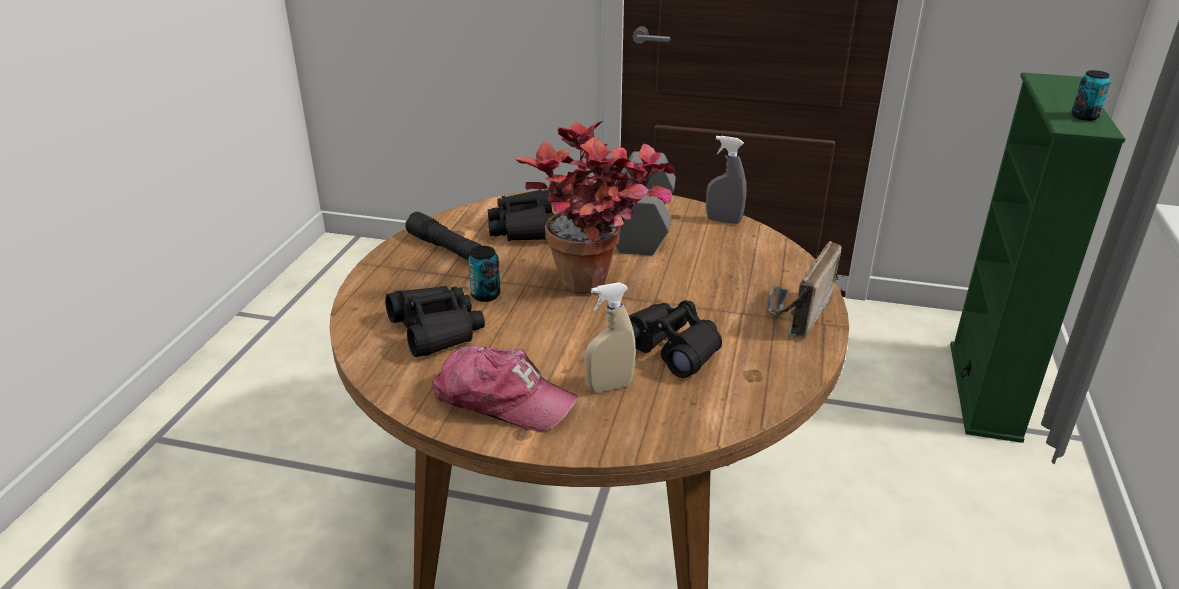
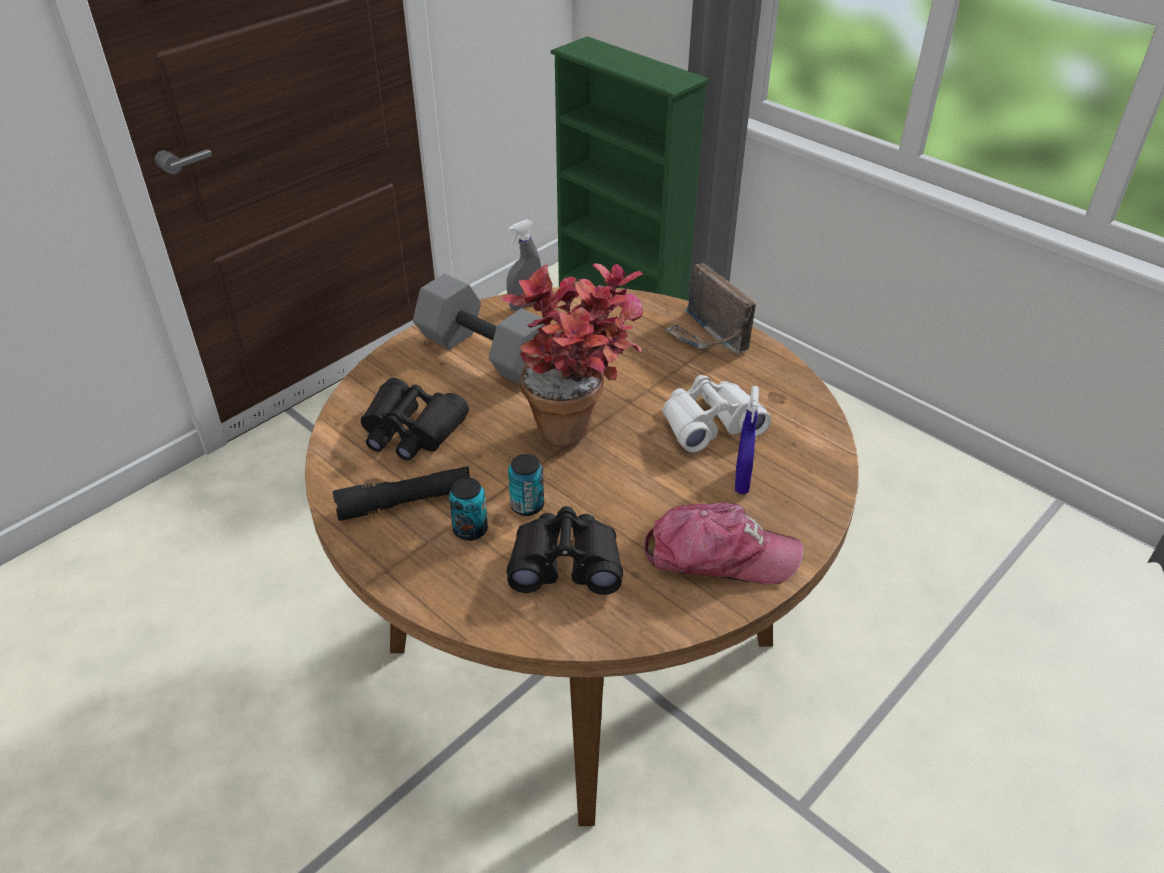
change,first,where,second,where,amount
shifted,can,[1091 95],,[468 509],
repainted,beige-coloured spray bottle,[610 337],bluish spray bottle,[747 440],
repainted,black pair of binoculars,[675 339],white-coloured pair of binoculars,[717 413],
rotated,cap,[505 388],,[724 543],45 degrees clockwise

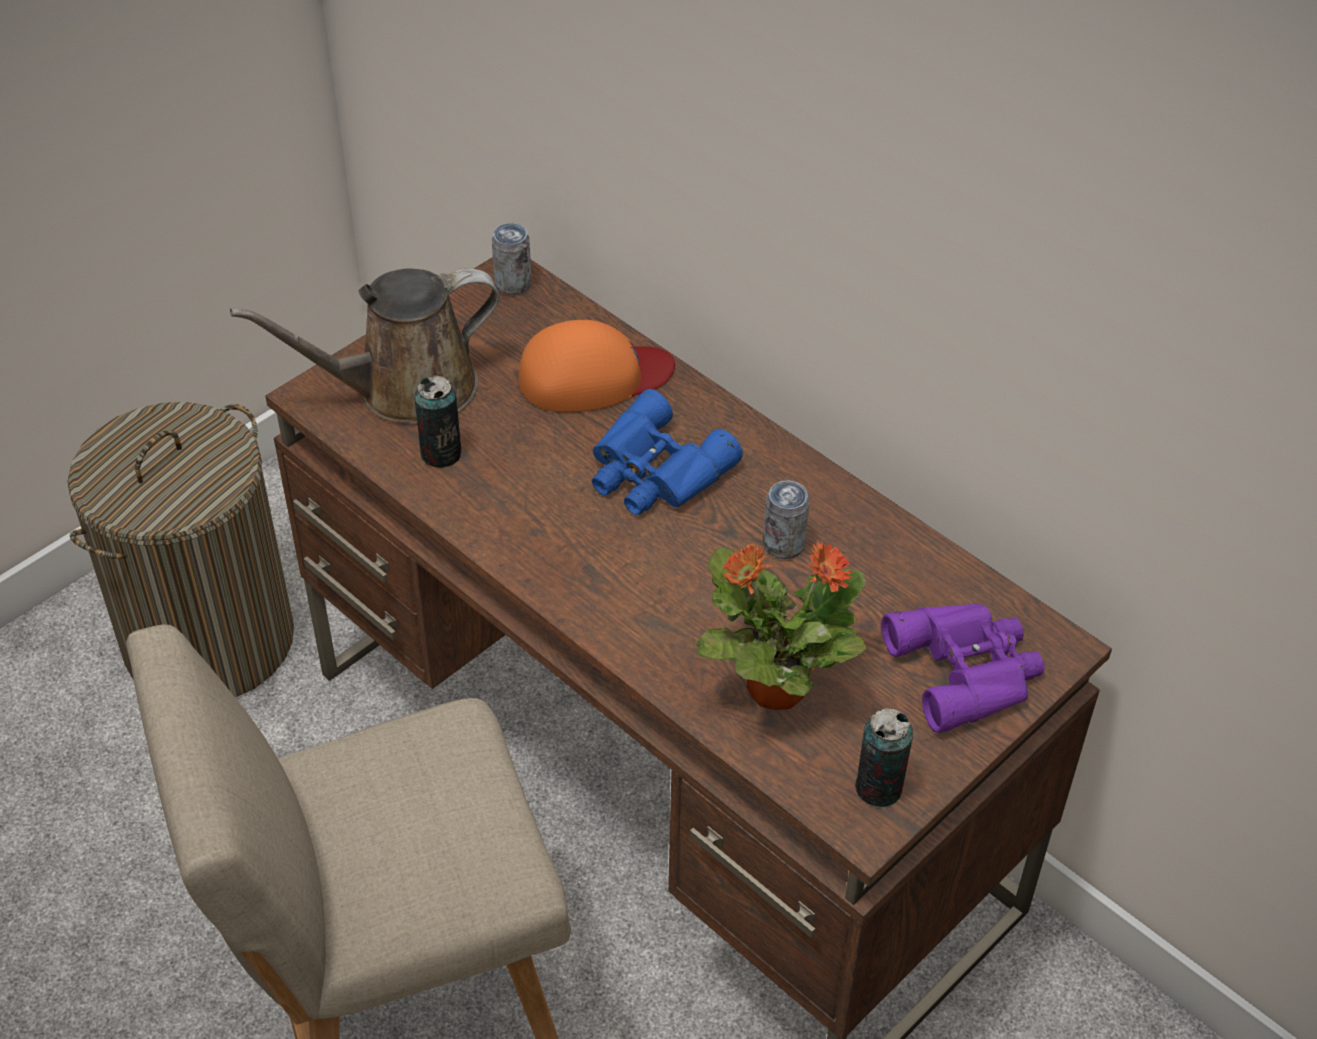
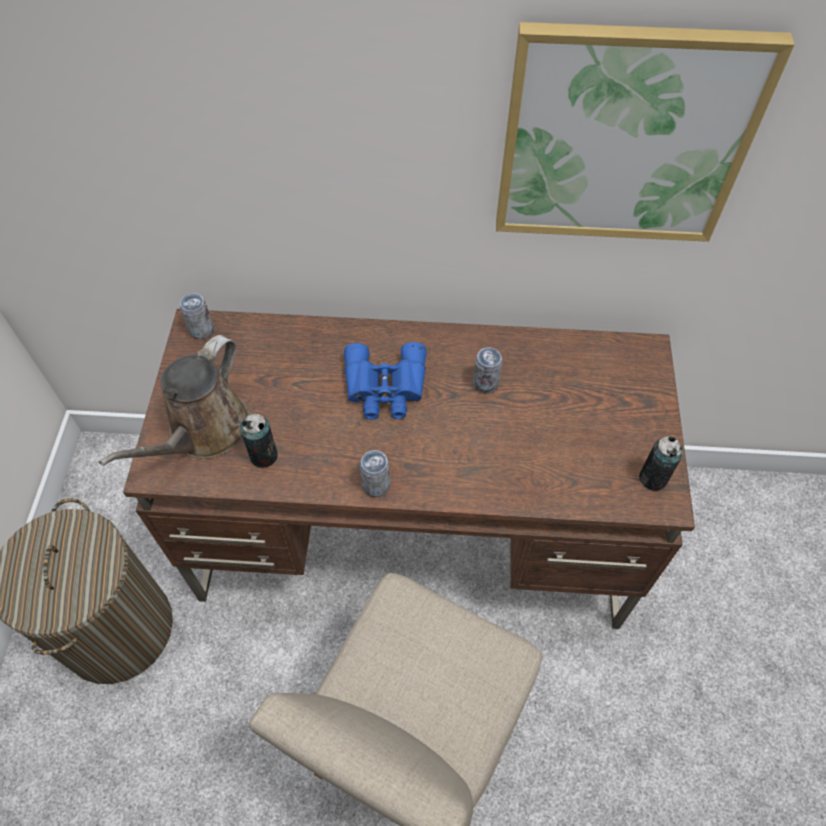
change,first,where,second,where,amount
gone,orangey cap,[596 366],,,
gone,plant in a pot,[781 625],,,
gone,purple pair of binoculars,[963 668],,,
new,,,can,[375 473],
new,,,wall art,[645 132],

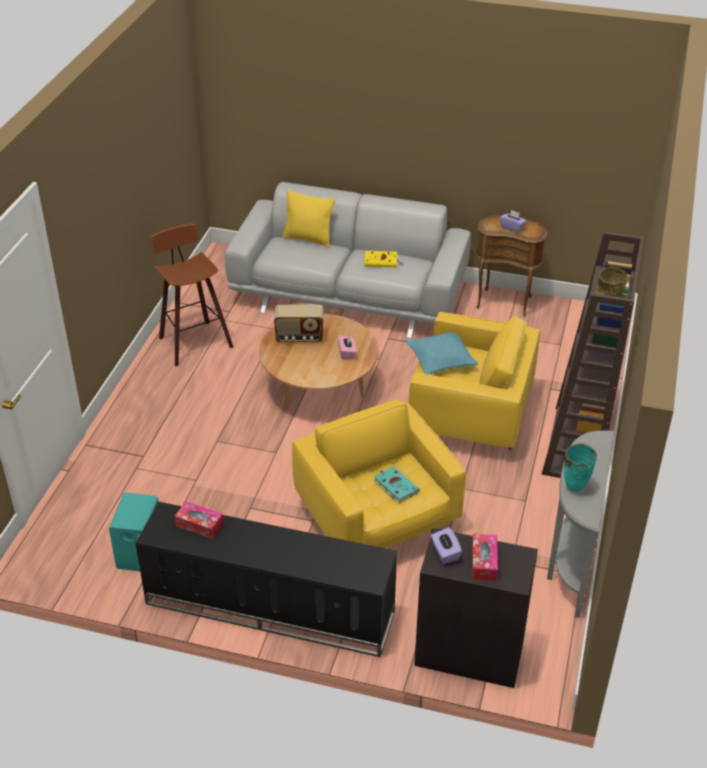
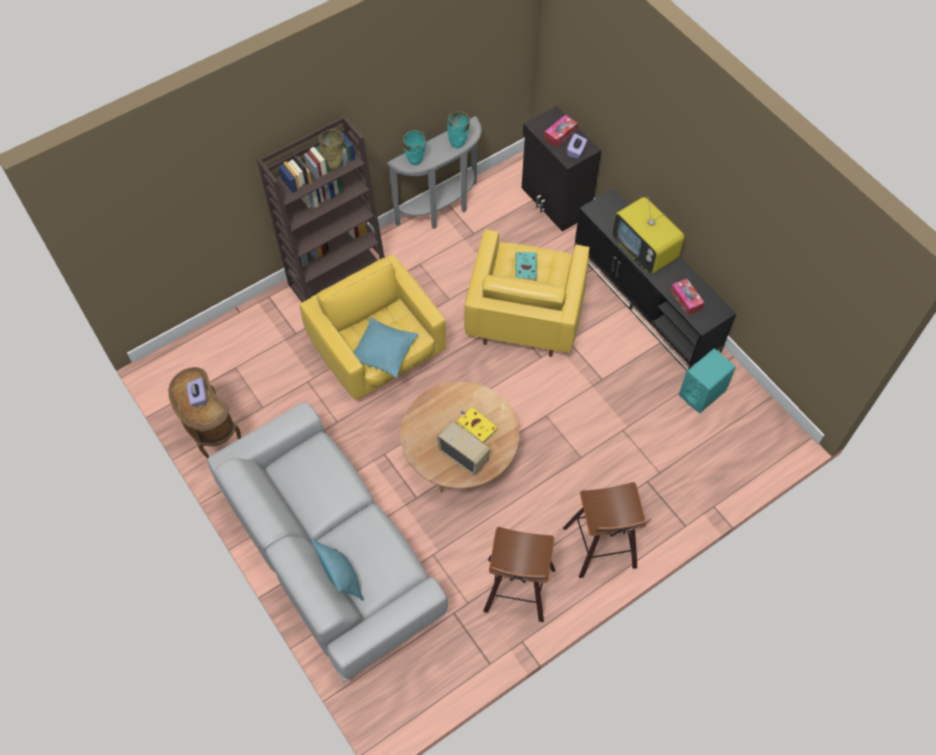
change,first,where,second,where,amount
gone,pinkish tissue box,[347 348],,,
new,,,turquoise decorative vase,[414 147],
new,,,stool,[607 530],
new,,,TV set,[648 235],
shifted,yellow-coloured volume,[383 259],,[477 425],
repainted,yellow-coloured pillow,[308 218],turquoise pillow,[337 569],

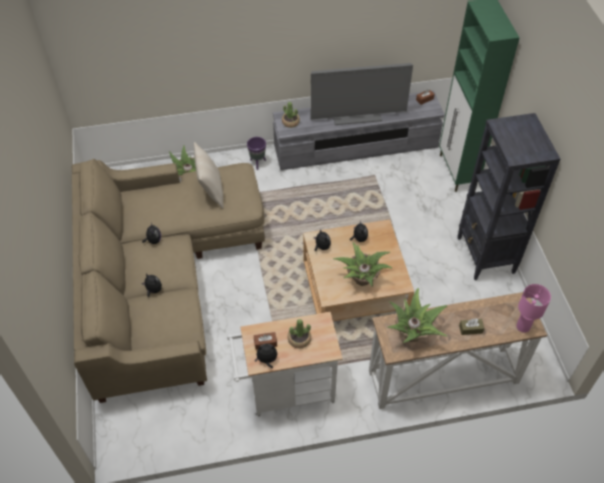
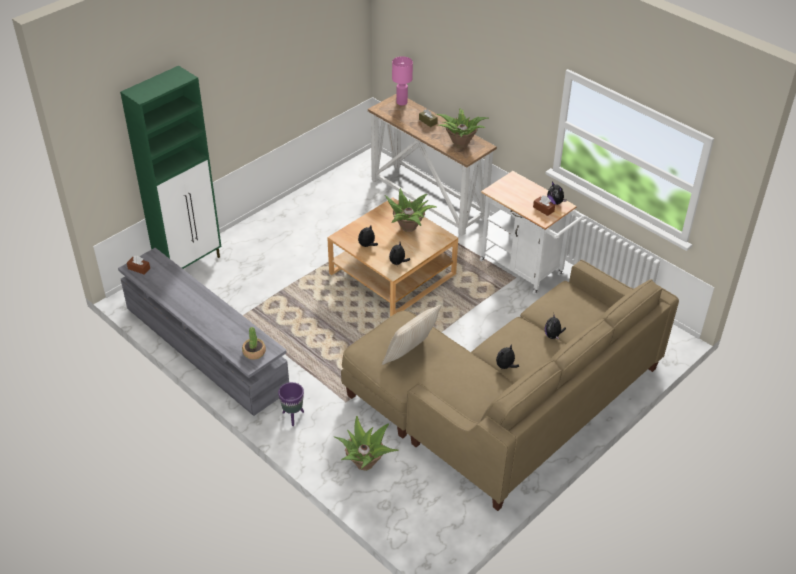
change,first,where,second,where,amount
gone,plant in a pot,[299 333],,,
gone,TV set,[362 94],,,
gone,black shelving unit,[508 196],,,

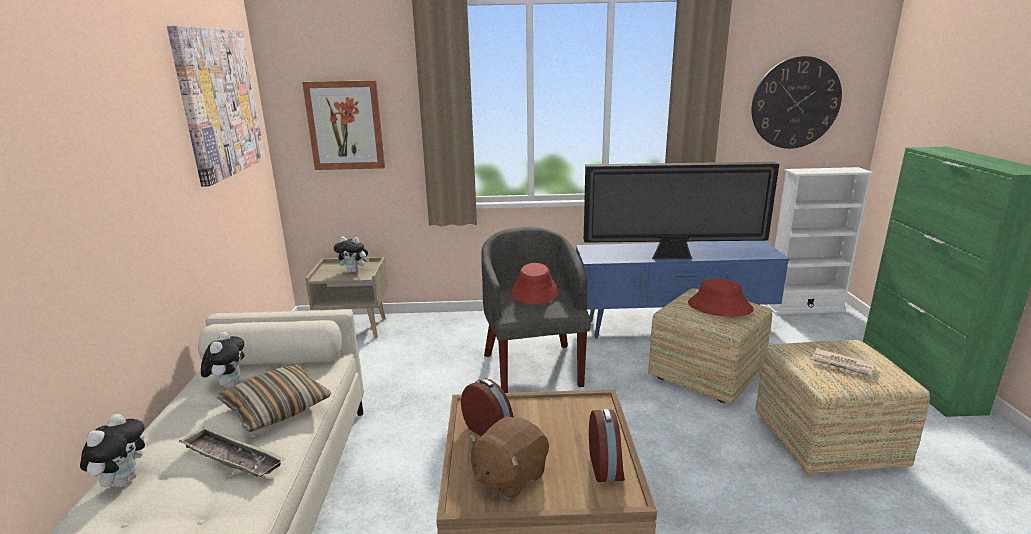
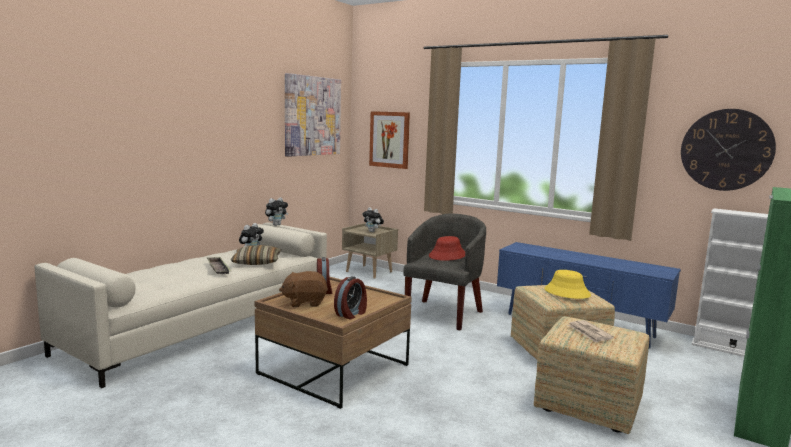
change,first,where,second,where,amount
gone,TV set,[681 210],,,
shifted,plush toy,[112 450],,[276 212],
repainted,red wearable hat,[721 297],yellow-coloured wearable hat,[568 284],

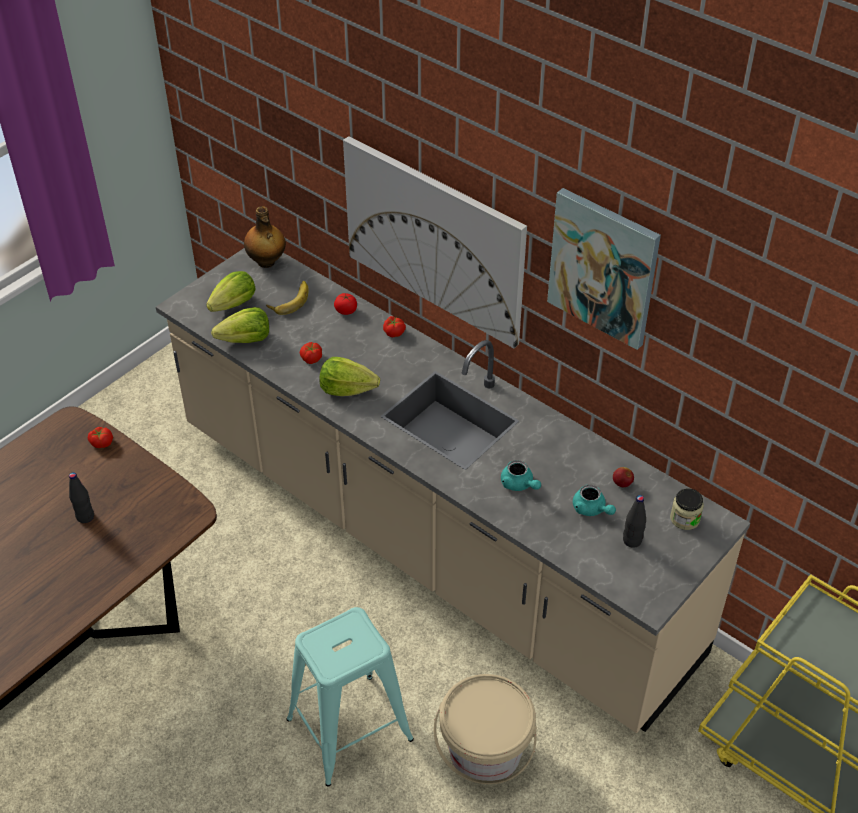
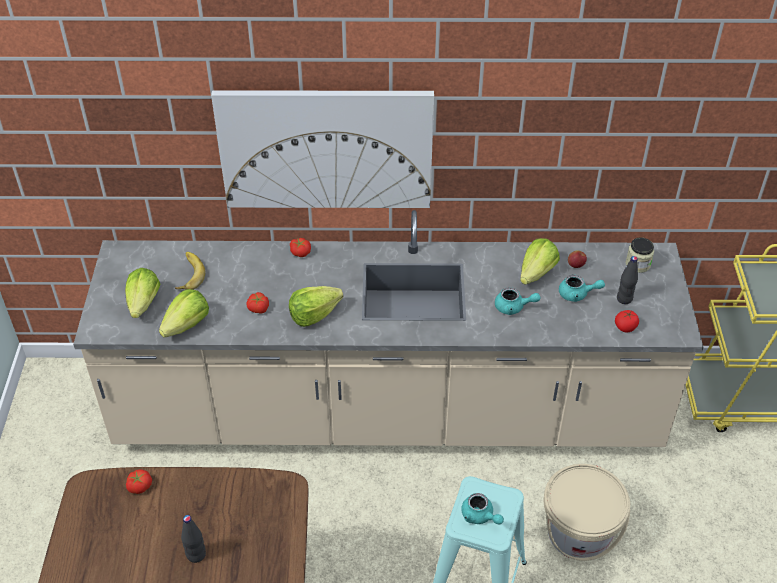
change,first,where,second,where,amount
gone,drink bottle,[265 237],,,
gone,wall art,[604 269],,,
new,,,turquoise tea pot,[482 508],
new,,,lettuce head,[540 261],
shifted,fresh tomato,[345 304],,[627 321],

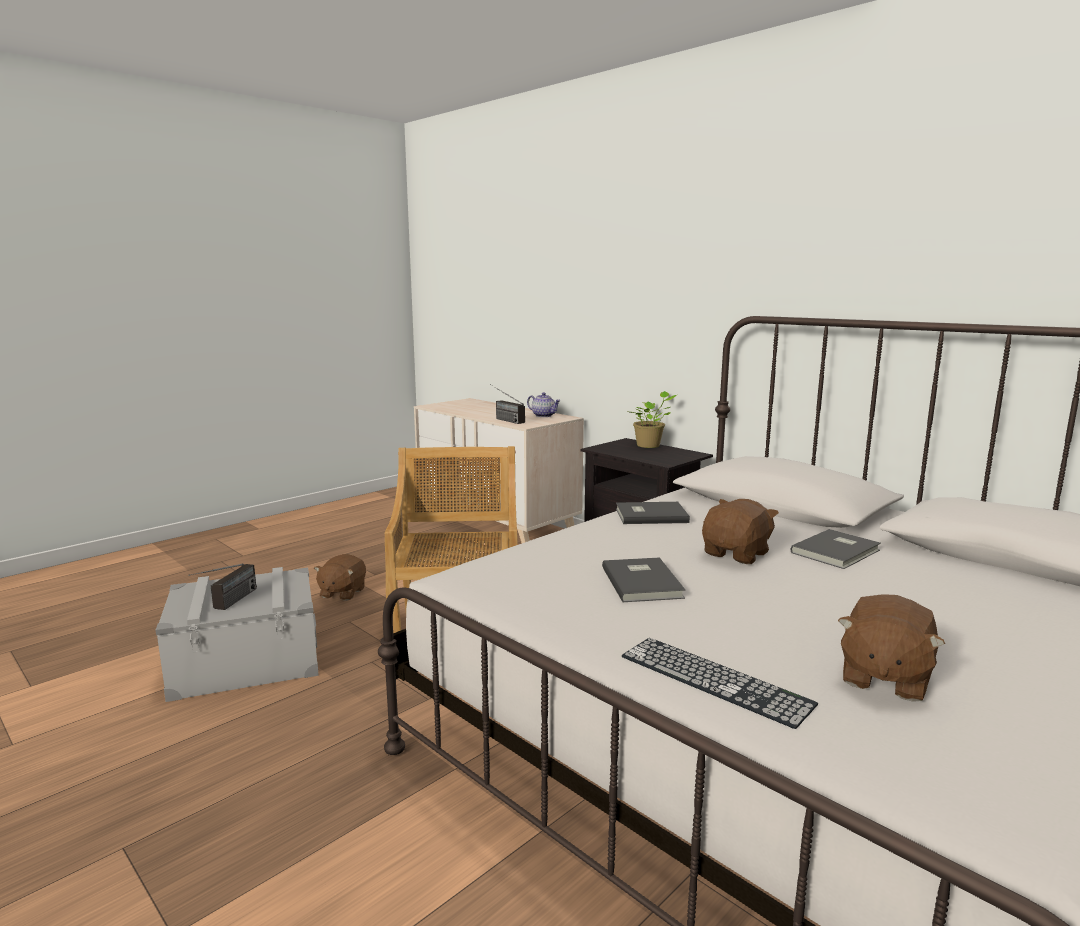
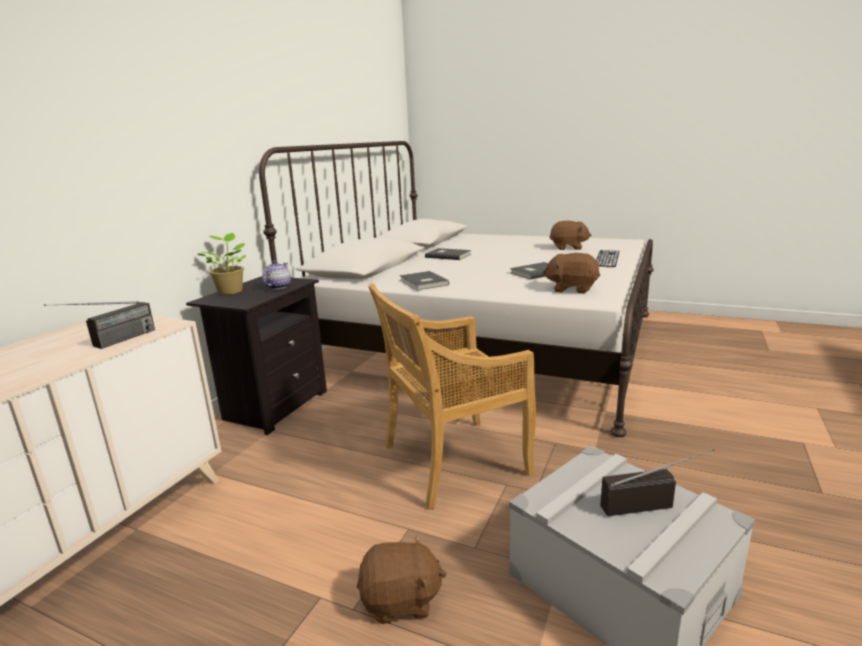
change,first,where,second,where,amount
shifted,tea pot,[544 404],,[276 275],
shifted,brownish plush toy,[740 531],,[571 273],

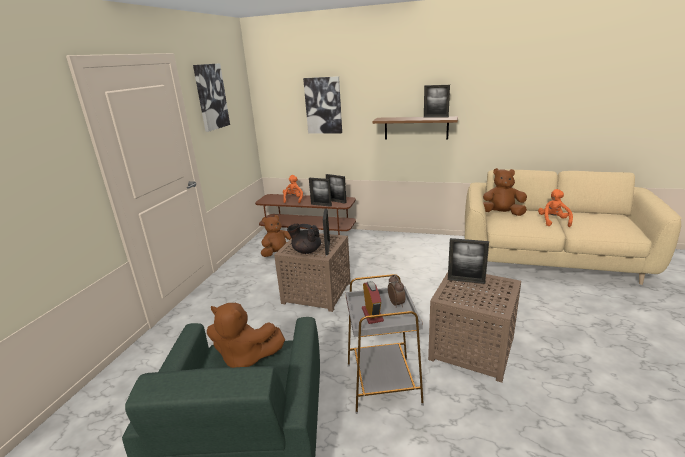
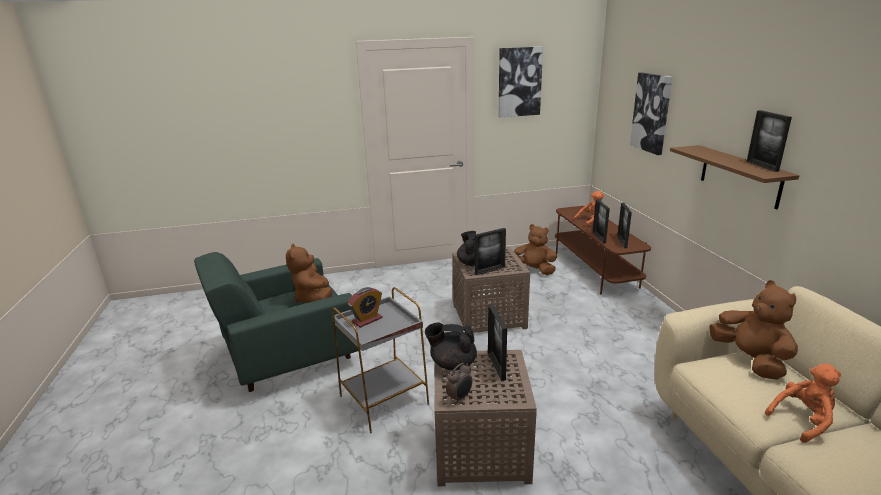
change,first,where,second,where,amount
new,,,black tea pot,[451 346],
shifted,bedside clock,[397 291],,[459 383],

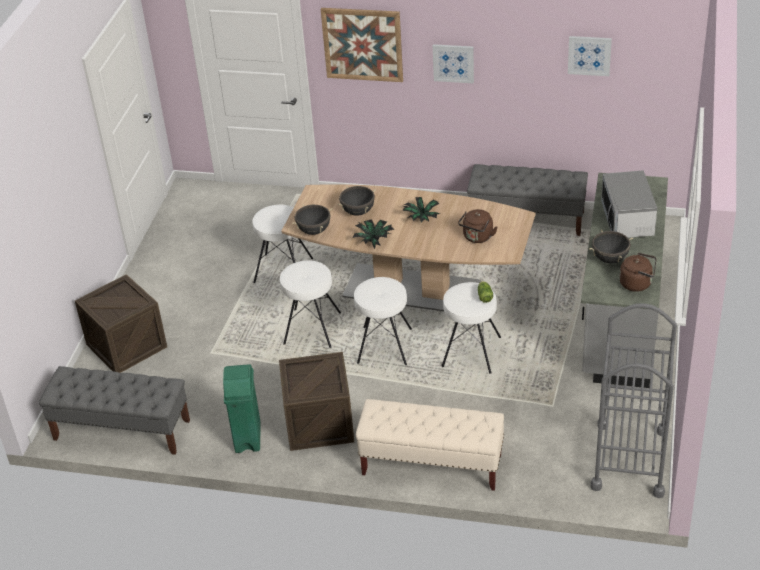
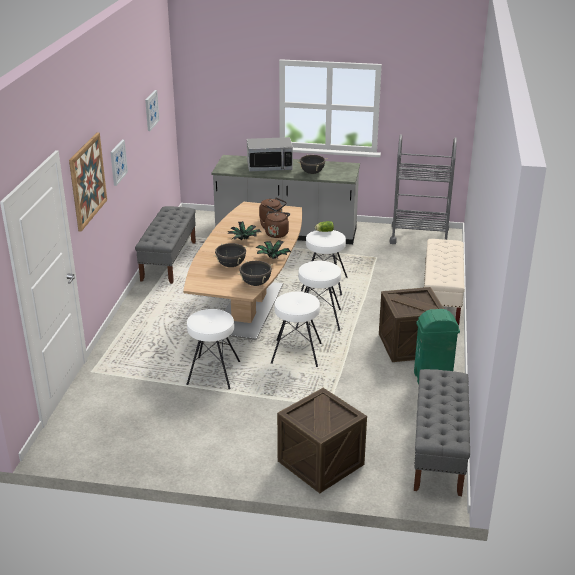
change,first,where,second,where,amount
shifted,brownish kettle,[637 272],,[275 224],

